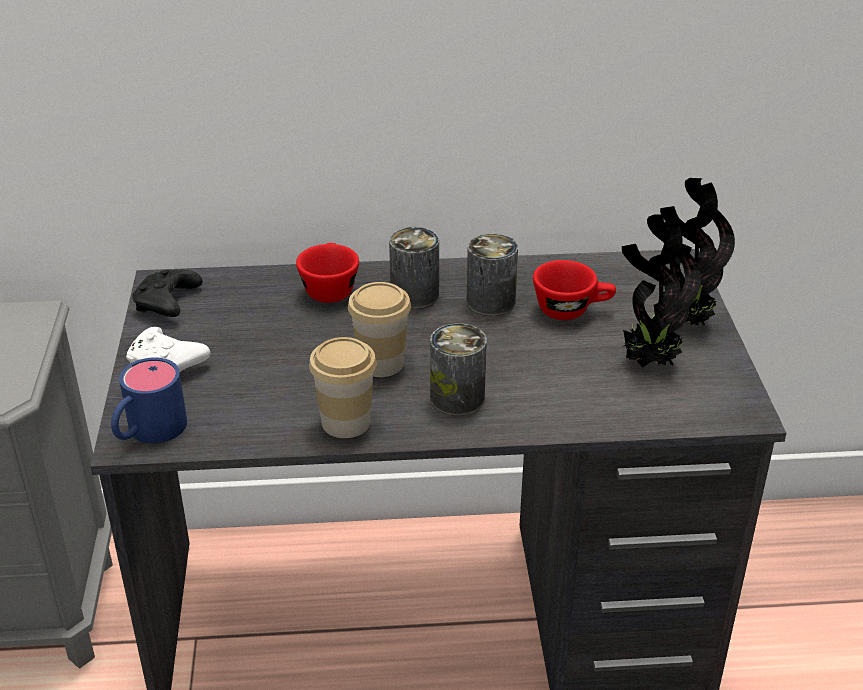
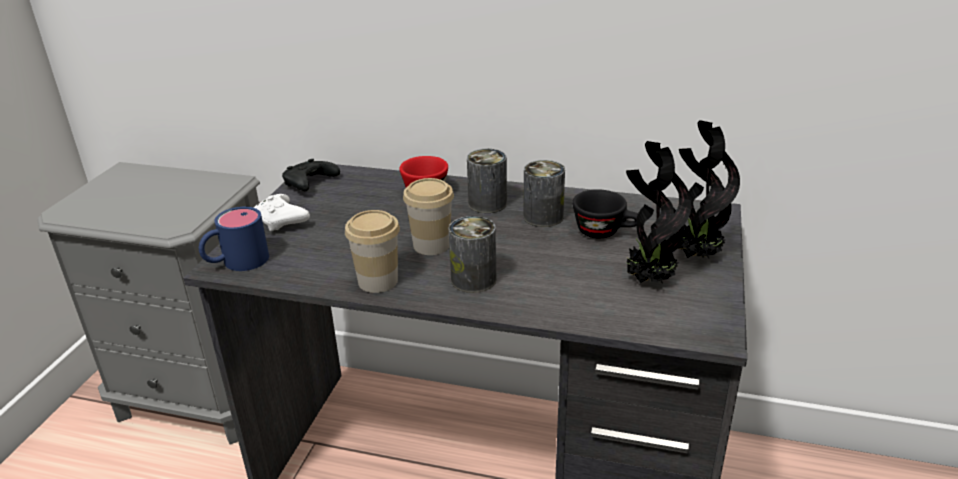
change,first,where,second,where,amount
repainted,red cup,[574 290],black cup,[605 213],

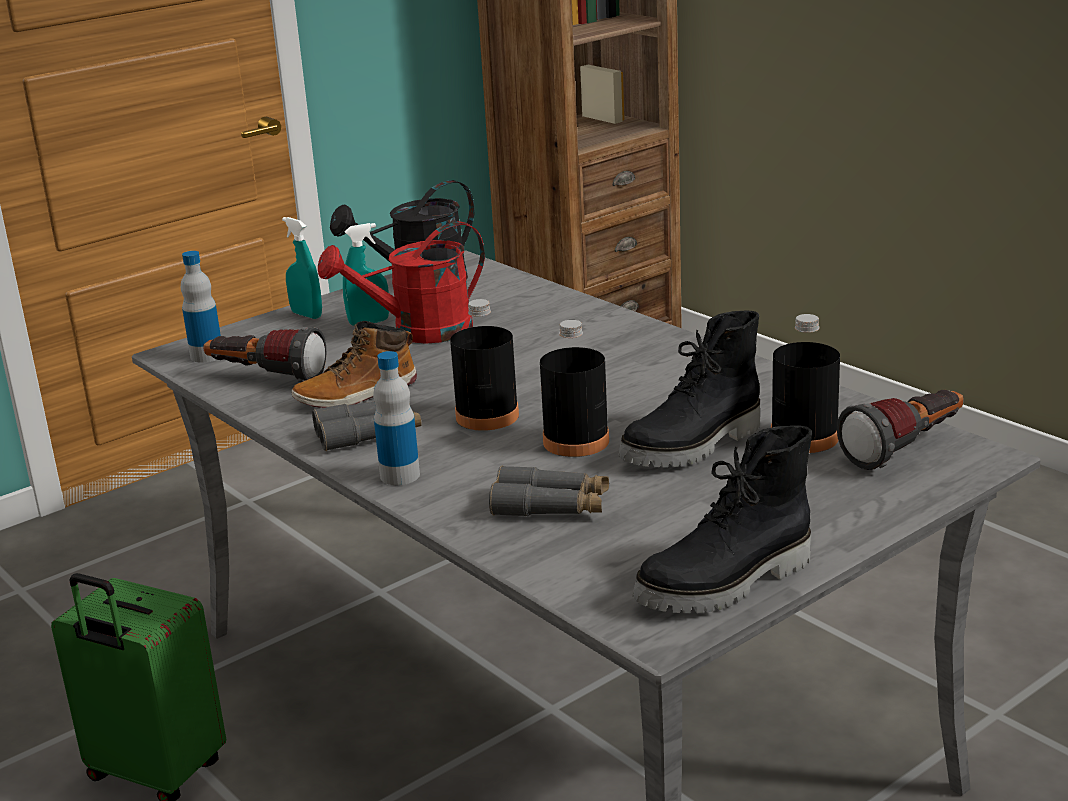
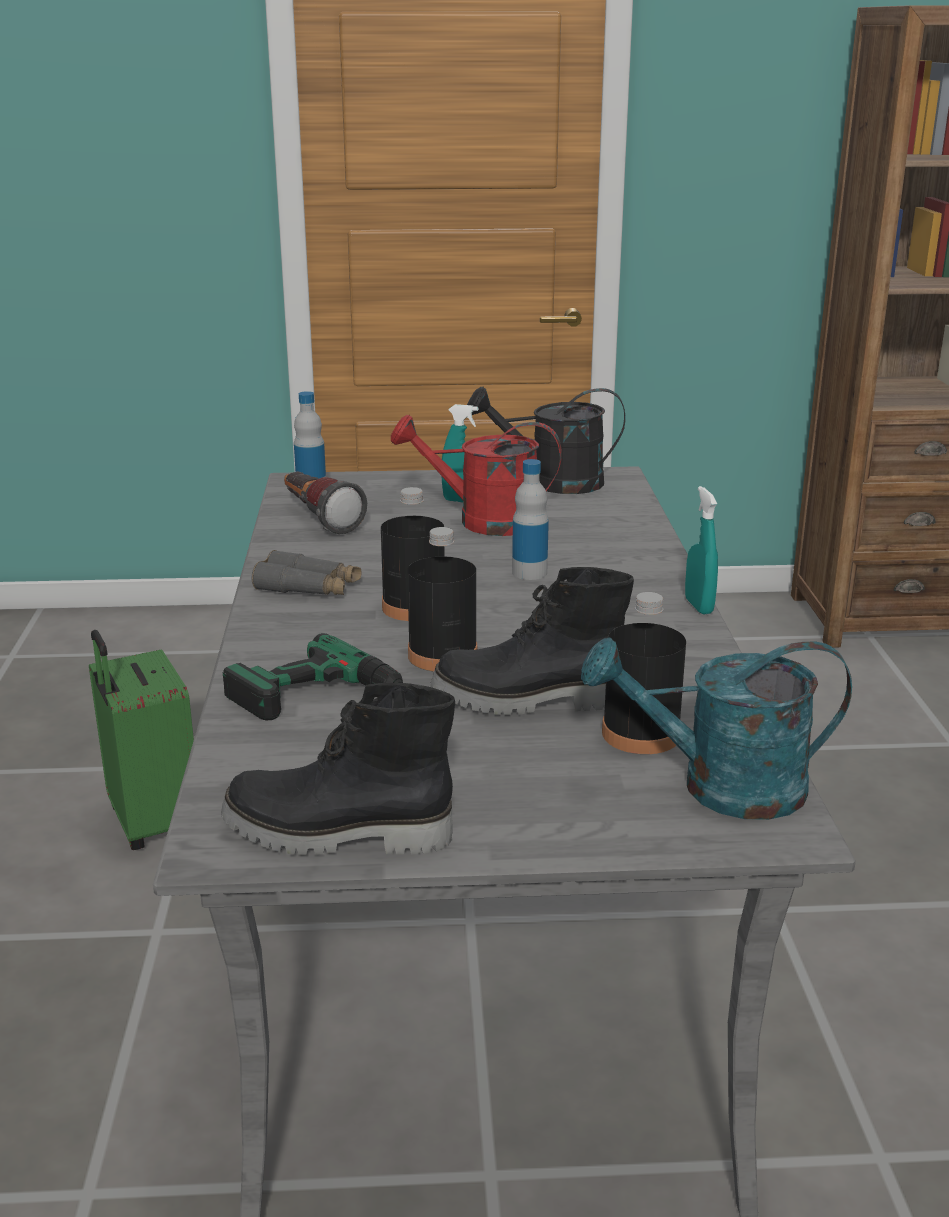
change,first,where,second,where,amount
gone,tall boot,[354 364],,,
shifted,turquoise spray bottle,[302 268],,[701 550],
shifted,drink bottle,[396 418],,[530 519],
swapped,greyish pair of binoculars,[549 490],power drill,[312 677],
swapped,hand torch,[900 430],turquoise watering pot,[716 728],

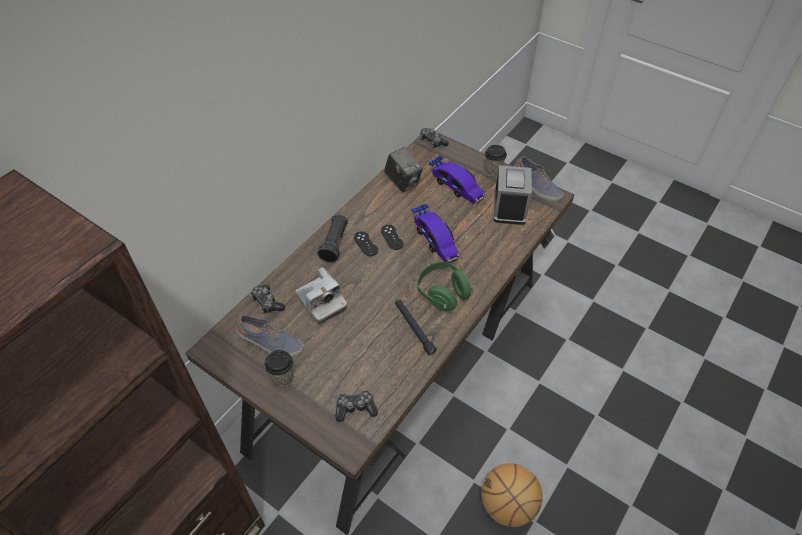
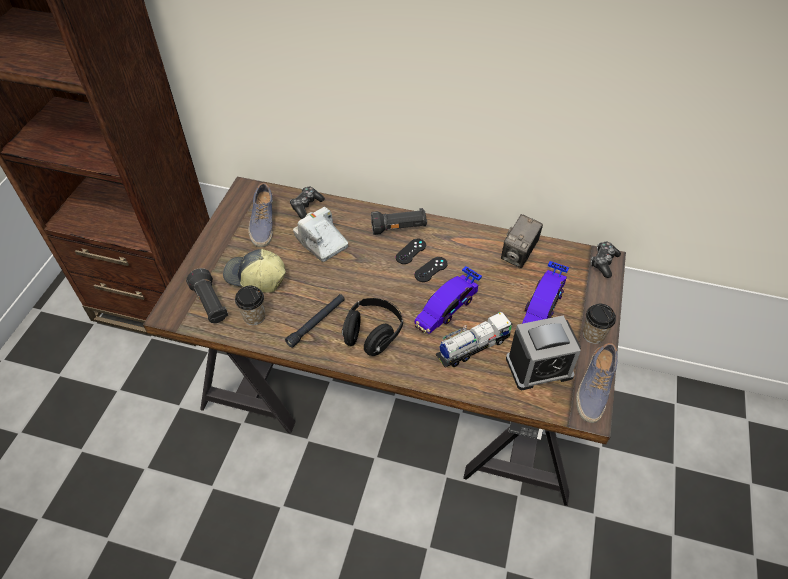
change,first,where,second,where,amount
gone,basketball ball,[512 495],,,
new,,,cap,[254 271],
new,,,toy lorry,[474 340],
shifted,cup,[279 368],,[250 305],
swapped,game controller,[357 406],black hand torch,[207 295],
repainted,green headphones,[445 287],black headphones,[372 327],
rotated,photo camera,[321 296],,[320 234],105 degrees clockwise

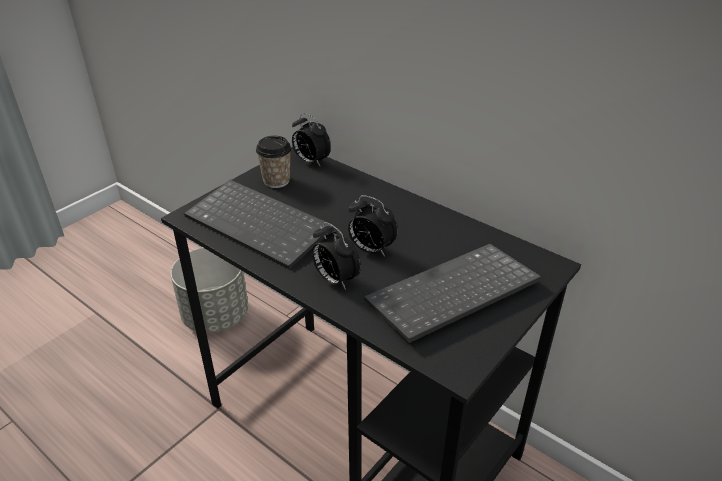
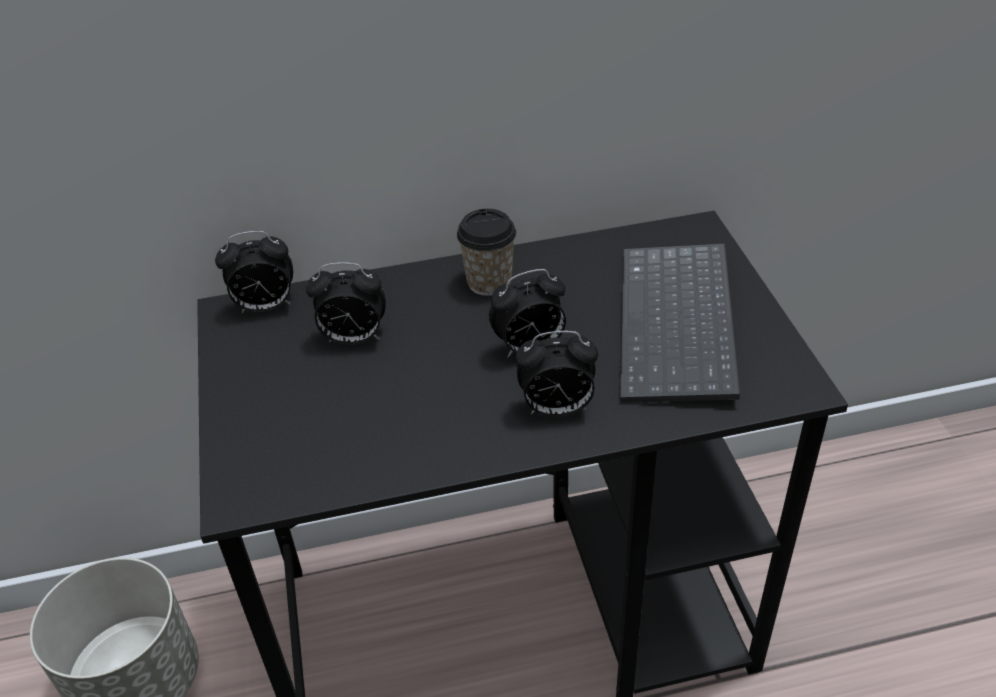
change,first,where,second,where,amount
gone,PC keyboard,[259 224],,,
new,,,bedside clock,[346 303],
shifted,cup,[273 162],,[486 252],

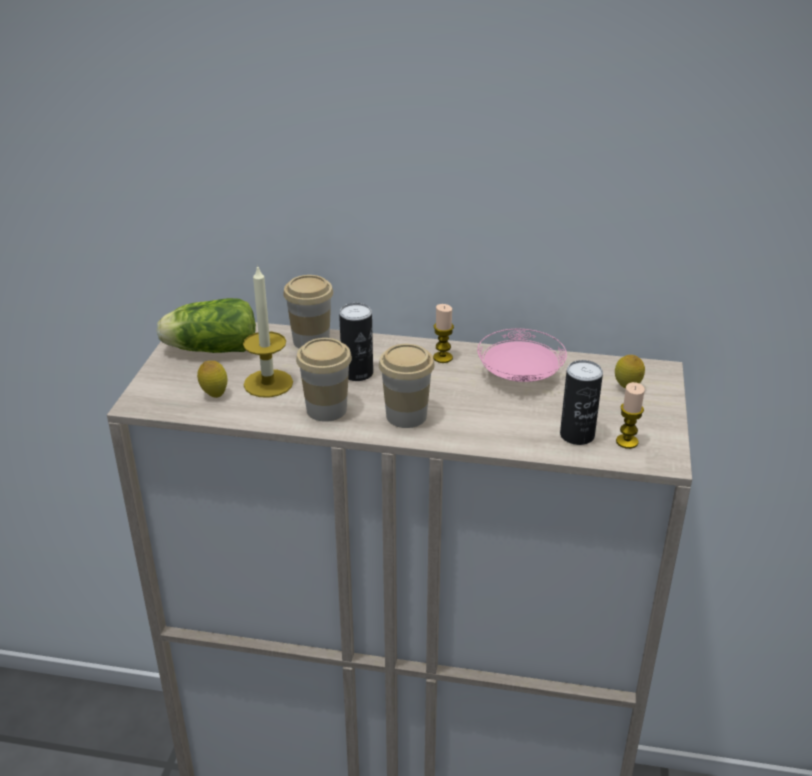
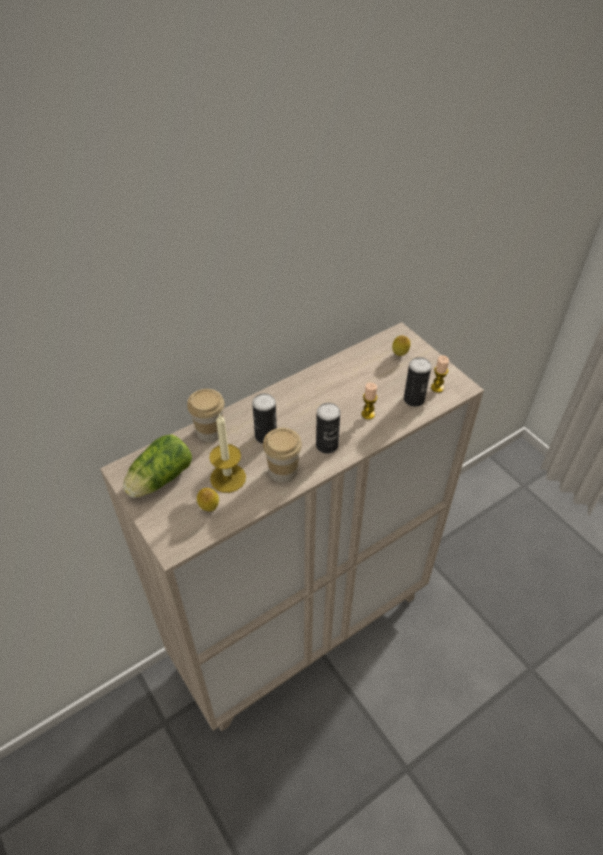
change,first,where,second,where,amount
gone,pinkish flat dish,[522 355],,,
shifted,wax candle,[443 333],,[369 401],
swapped,cup,[407 386],can,[328 428],

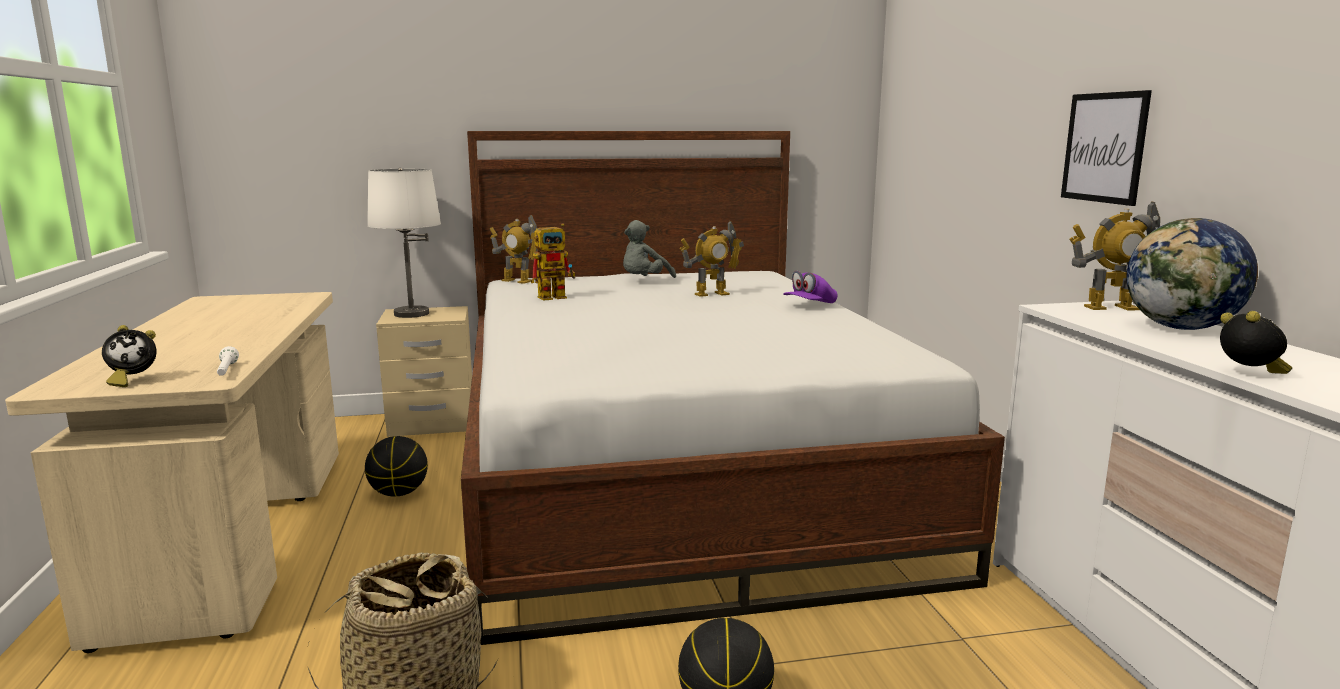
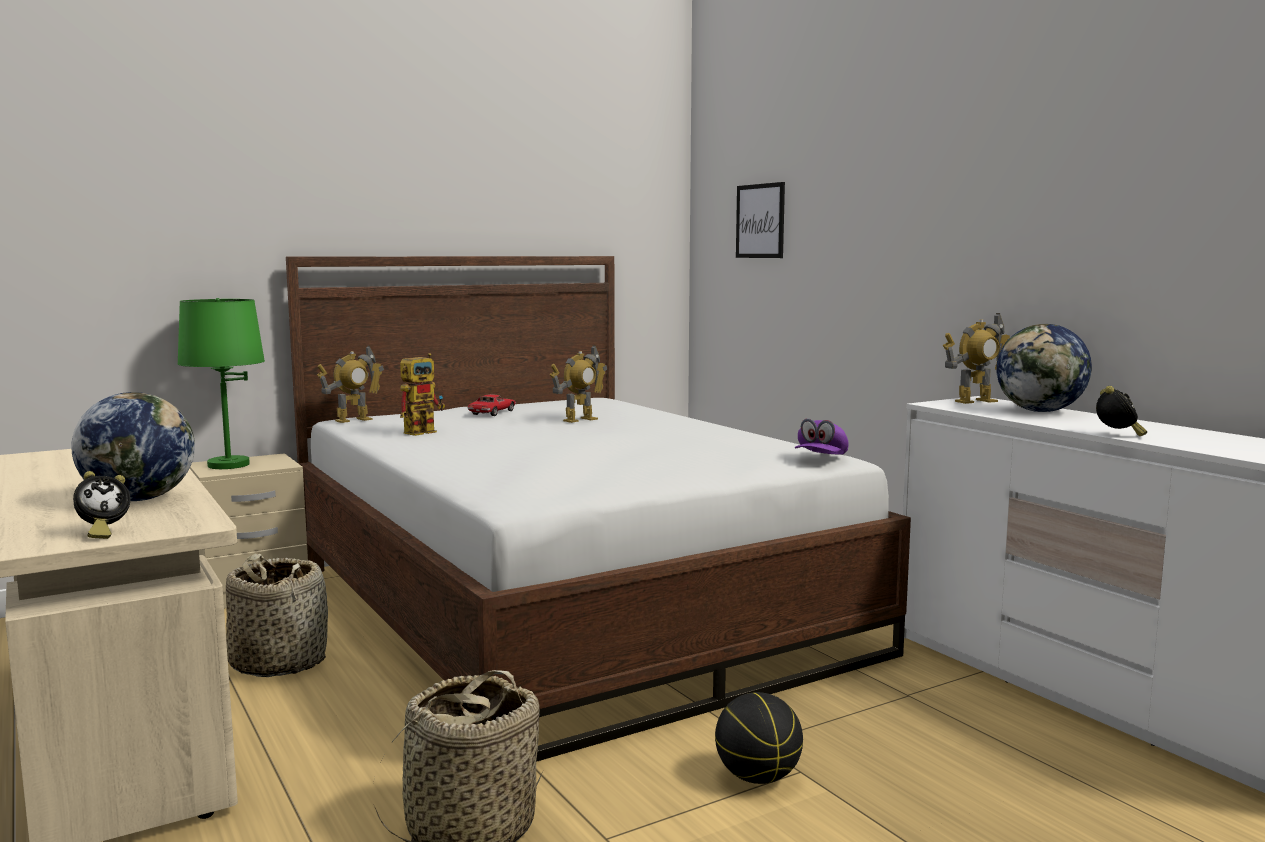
change,first,where,second,where,amount
gone,white-coloured hand torch,[228 361],,,
new,,,world globe,[133 446],
shifted,purple cap,[810 286],,[822 436],
shifted,wall art,[1106 148],,[760 220],
swapped,basketball ball,[396 466],storage basket,[277 615],
swapped,greyish plush toy,[649 249],miniature car,[492 405],
repainted,white-coloured table lamp,[404 243],green table lamp,[221 383],
rotated,robot figure,[513 249],,[350 384],45 degrees counterclockwise
rotated,bedside clock,[1256 342],,[1121 411],45 degrees clockwise

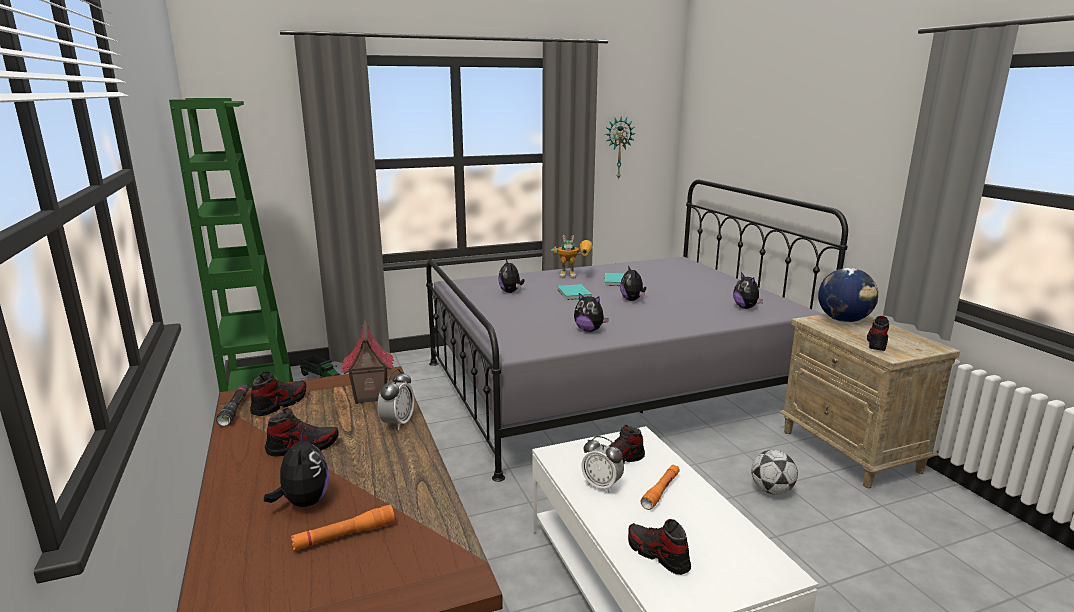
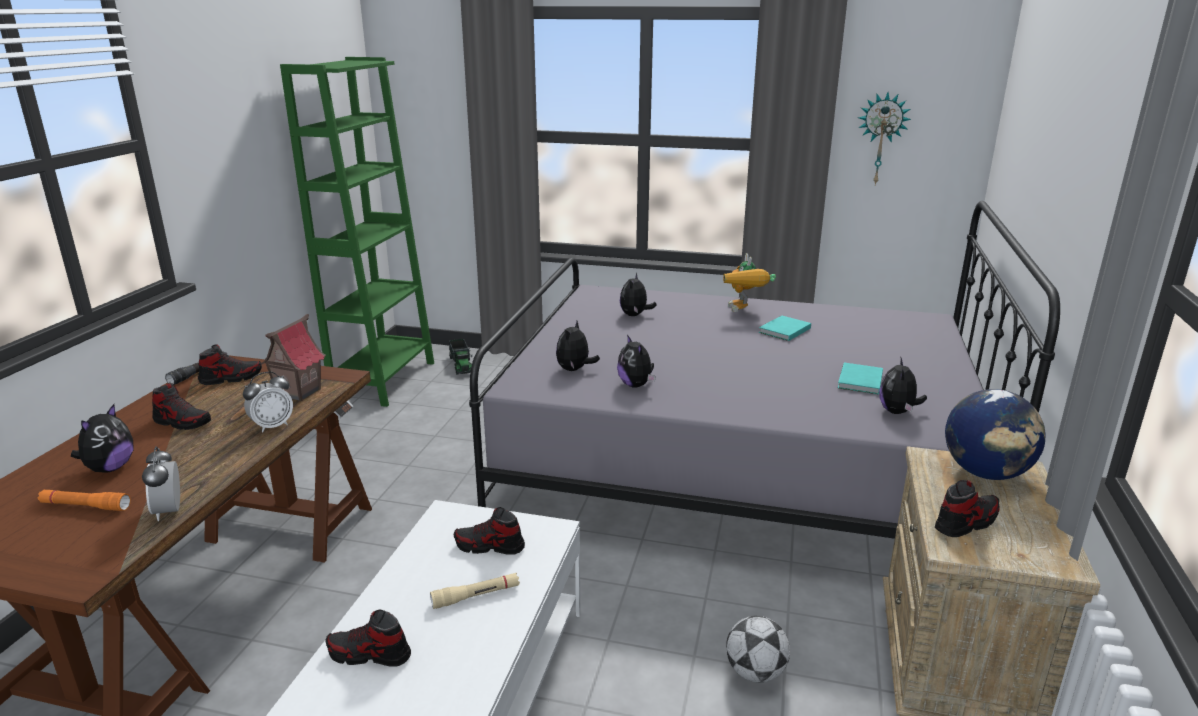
change,first,where,second,where,amount
shifted,turquoise volume,[574 292],,[860 379],
shifted,bedside clock,[602 464],,[161 483],
shifted,plush toy,[633 283],,[578 346],
repainted,orangey hand torch,[660 487],beige-coloured hand torch,[475 591],
rotated,robot figure,[572 257],,[749 282],45 degrees clockwise
rotated,item of footwear,[659 547],,[368 638],75 degrees counterclockwise

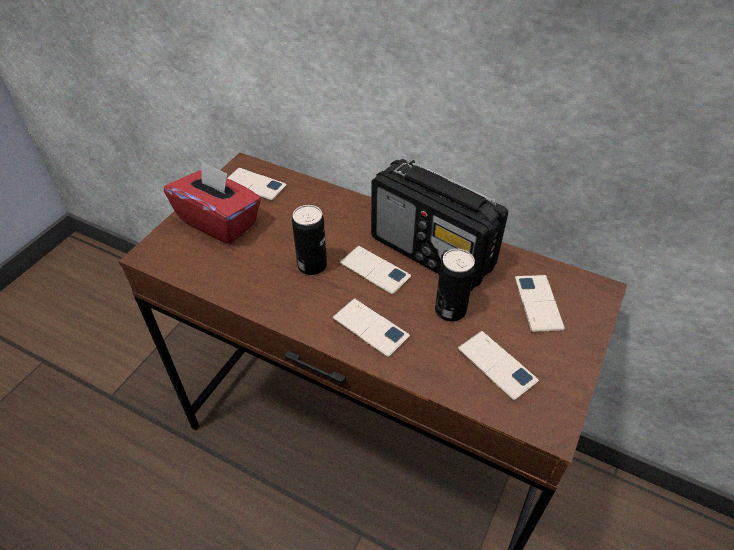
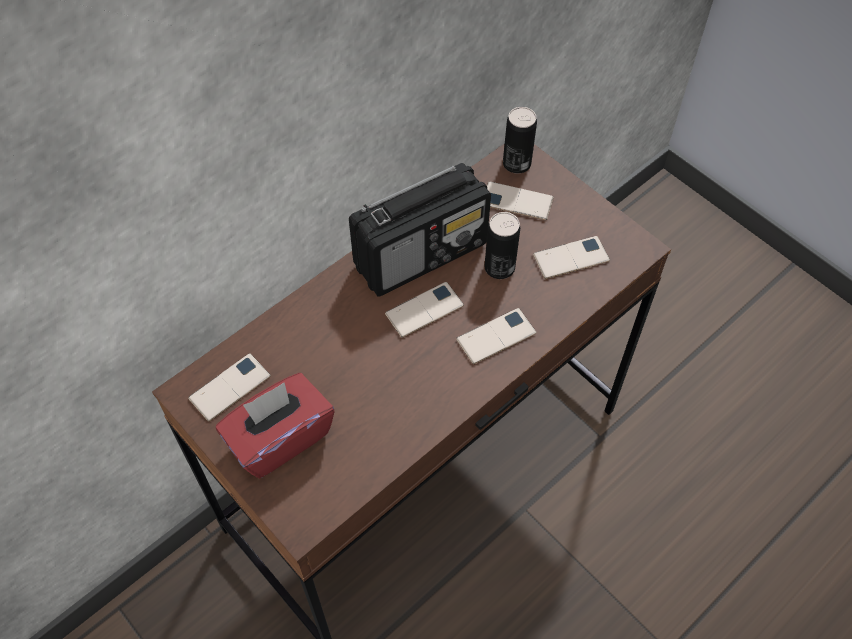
change,first,where,second,where,amount
shifted,can,[309 240],,[520 140],

